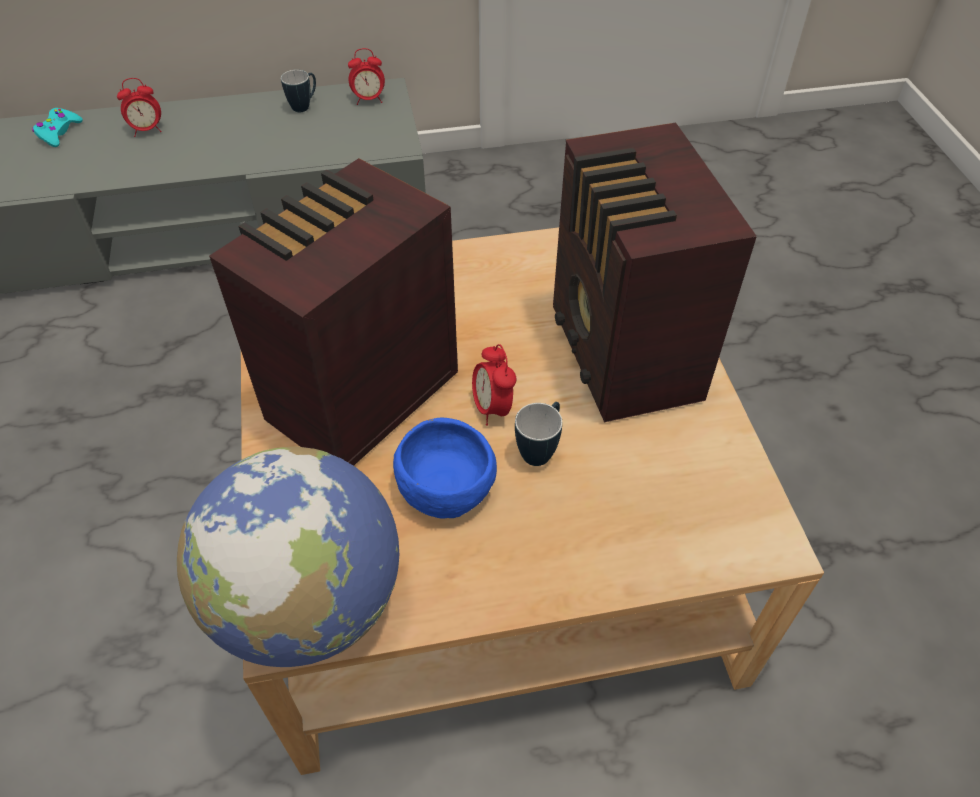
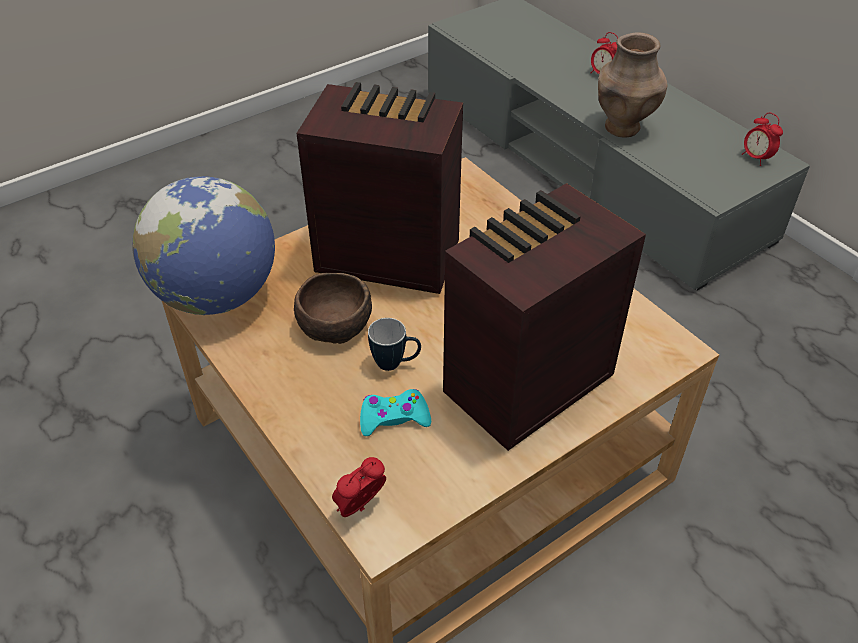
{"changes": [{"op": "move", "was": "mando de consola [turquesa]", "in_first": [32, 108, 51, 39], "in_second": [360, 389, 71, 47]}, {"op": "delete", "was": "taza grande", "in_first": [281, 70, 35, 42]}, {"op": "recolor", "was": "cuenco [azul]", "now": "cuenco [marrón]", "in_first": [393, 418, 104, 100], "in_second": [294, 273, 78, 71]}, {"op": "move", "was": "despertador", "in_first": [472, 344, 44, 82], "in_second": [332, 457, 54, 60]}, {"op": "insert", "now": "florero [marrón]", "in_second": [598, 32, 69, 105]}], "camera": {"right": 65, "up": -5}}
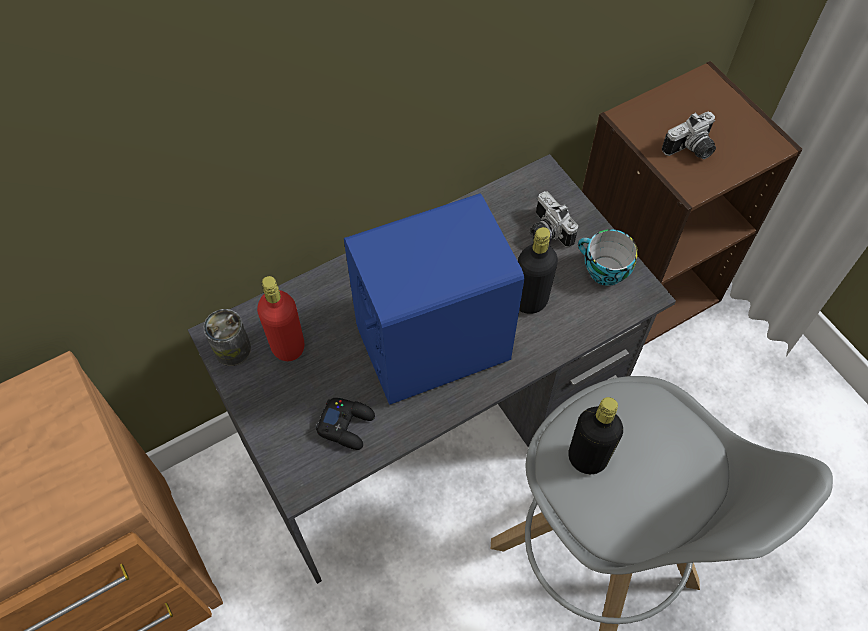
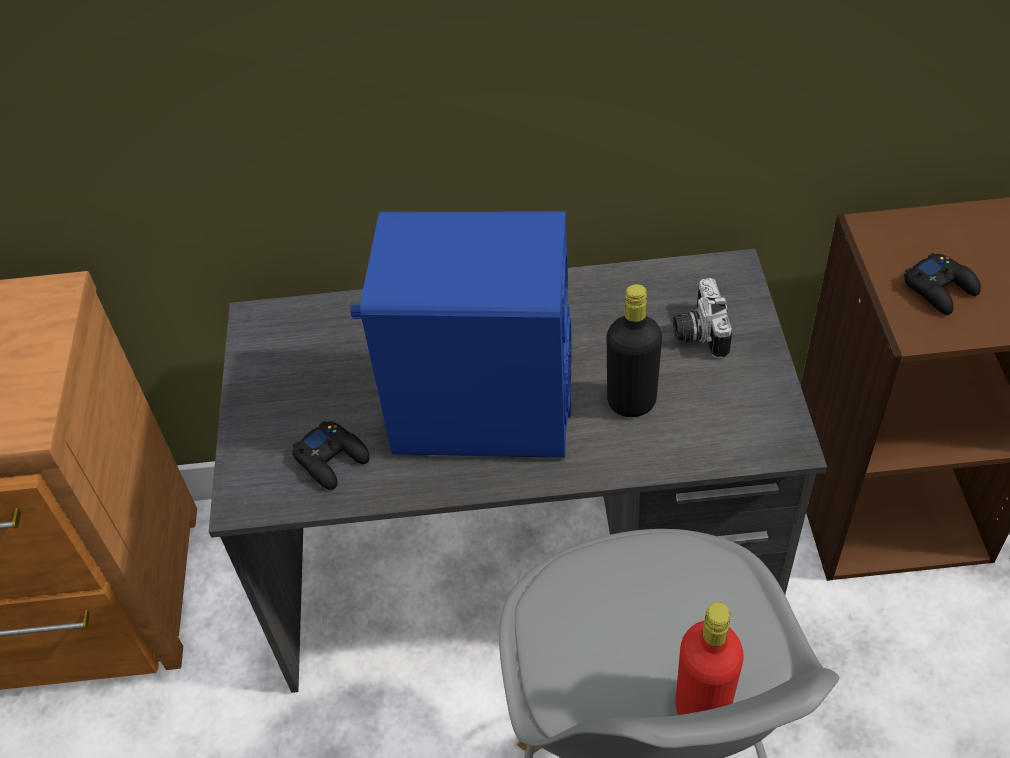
{"changes": [{"op": "delete", "was": "lata", "in_first": [203, 309, 48, 57]}, {"op": "move", "was": "botella [rojo]", "in_first": [257, 276, 48, 85], "in_second": [676, 602, 68, 113]}, {"op": "delete", "was": "botella [negro]", "in_first": [568, 397, 55, 77]}, {"op": "delete", "was": "taza", "in_first": [578, 229, 60, 57]}, {"op": "replace", "was": "cámara", "now": "mando de consola [negro]", "in_first": [662, 111, 54, 48], "in_second": [904, 253, 77, 62]}], "camera": {"right": 30, "up": -10}}
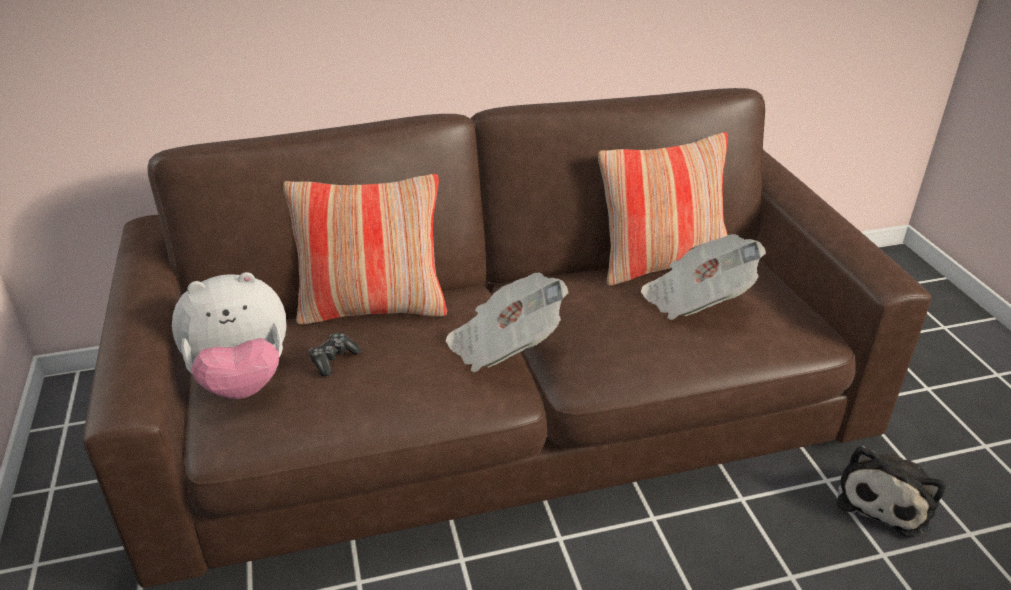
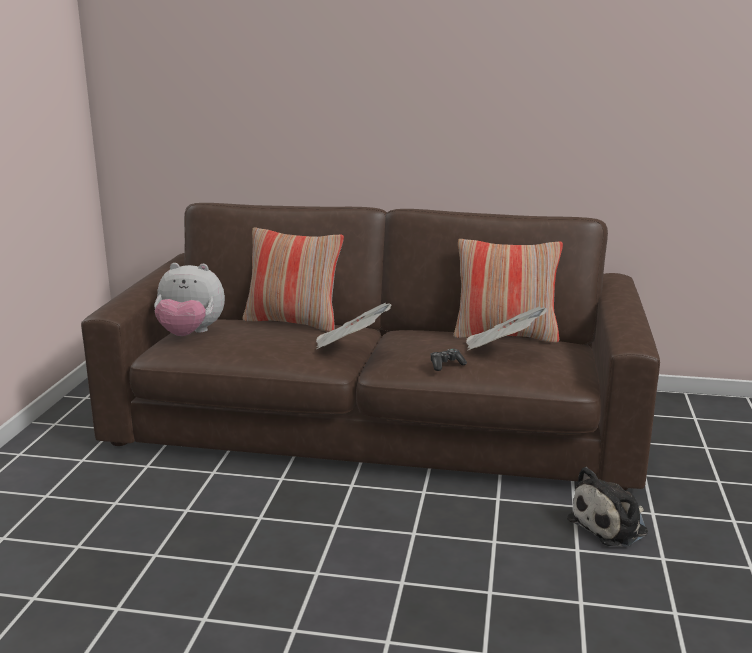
{"changes": [{"op": "move", "was": "mando de consola", "in_first": [309, 332, 52, 45], "in_second": [431, 349, 36, 22]}], "camera": {"right": 25, "up": -15}}
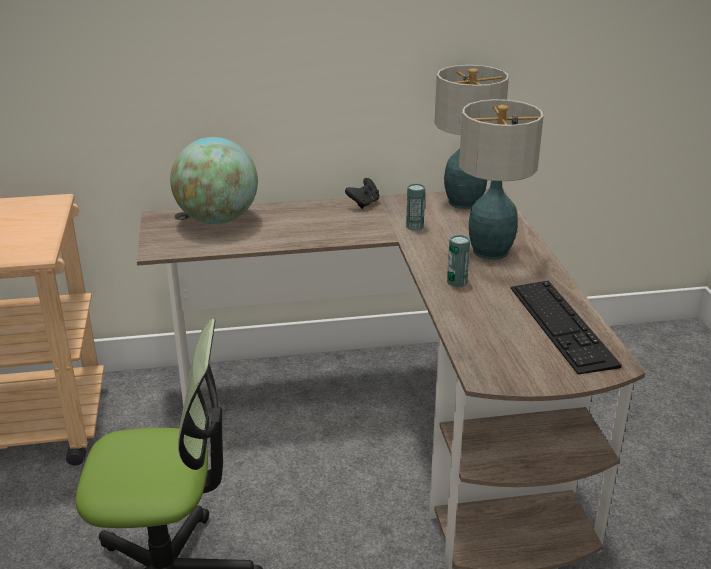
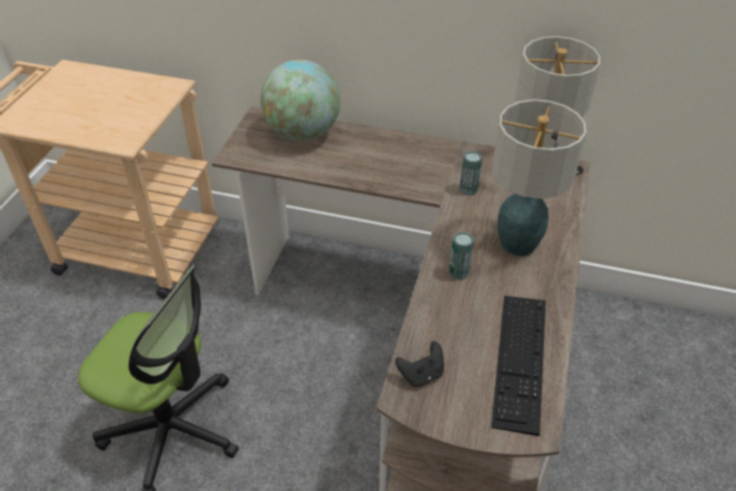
{"changes": [{"op": "move", "was": "mando de consola [negro]", "in_first": [345, 178, 34, 31], "in_second": [395, 341, 49, 46]}], "camera": {"right": 25, "up": 15}}
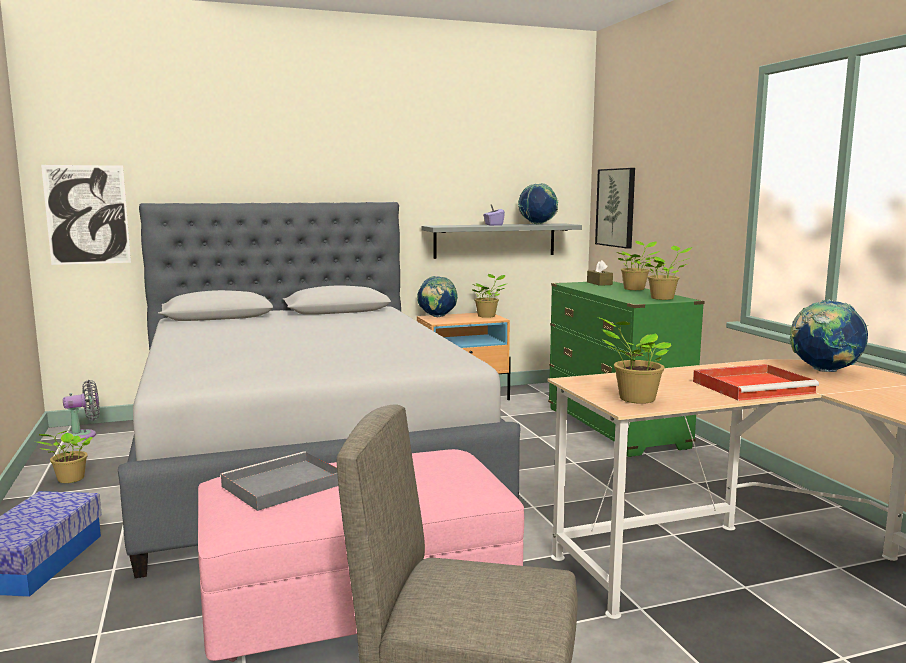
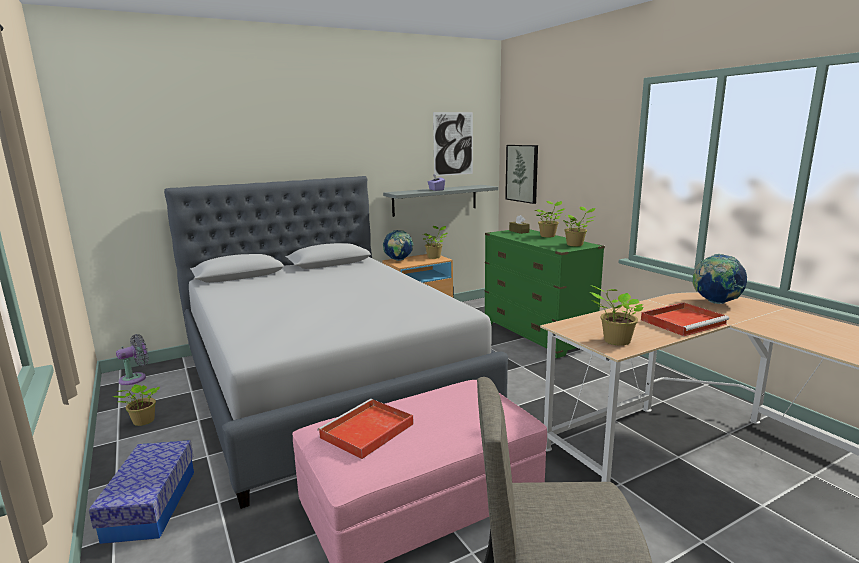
{"changes": [{"op": "move", "was": "cuadro", "in_first": [41, 165, 90, 100], "in_second": [433, 112, 40, 64]}, {"op": "recolor", "was": "bandeja [gris]", "now": "bandeja [rojo]", "in_first": [220, 451, 118, 60], "in_second": [318, 399, 96, 60]}, {"op": "delete", "was": "globo terráqueo", "in_first": [518, 183, 40, 41]}], "camera": {"right": -10, "up": 5}}
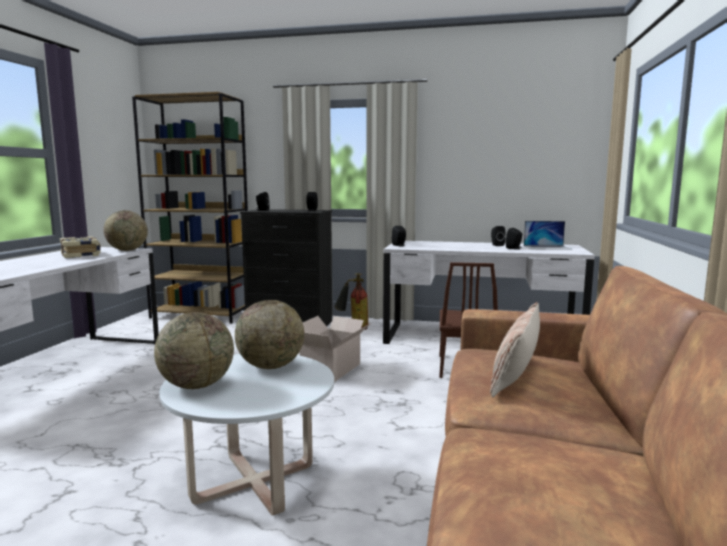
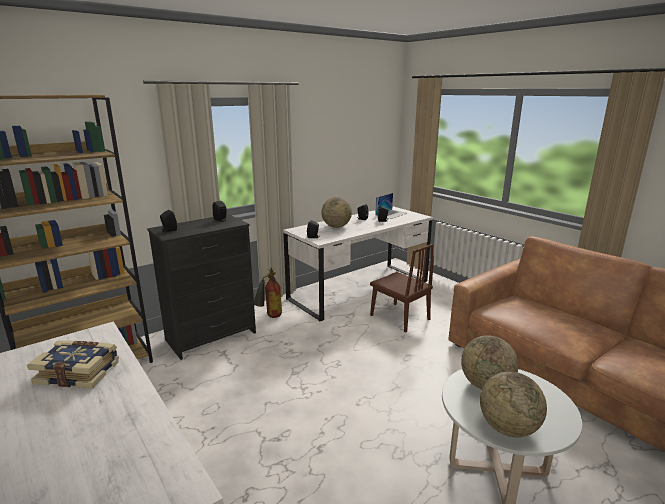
{"changes": [{"op": "move", "was": "globo terráqueo", "in_first": [103, 210, 45, 41], "in_second": [321, 197, 31, 31]}, {"op": "delete", "was": "caja de cartón", "in_first": [299, 316, 72, 66]}, {"op": "delete", "was": "cojín", "in_first": [490, 302, 50, 95]}], "camera": {"right": -50, "up": 10}}
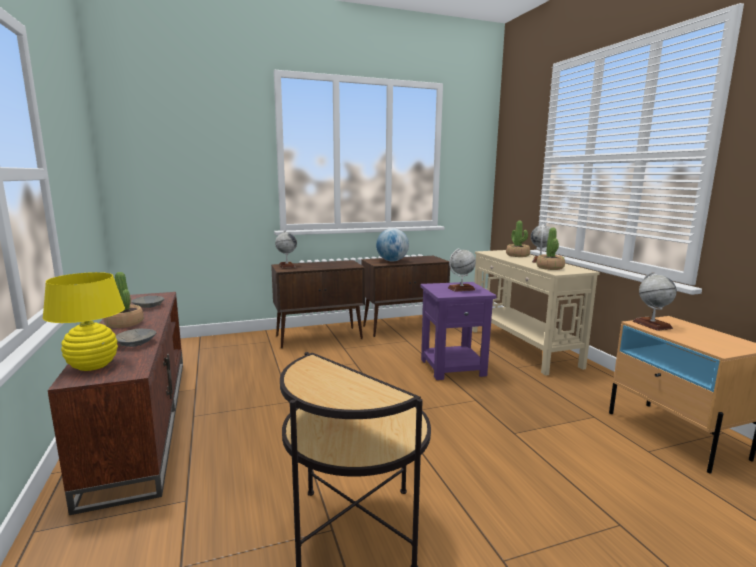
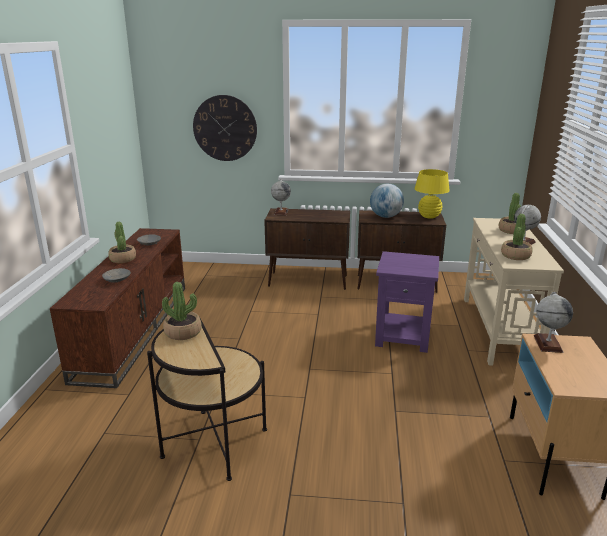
{"changes": [{"op": "move", "was": "lámpara de mesa [amarillo]", "in_first": [43, 272, 82, 99], "in_second": [414, 169, 36, 50]}, {"op": "delete", "was": "globo terráqueo", "in_first": [448, 248, 28, 44]}, {"op": "insert", "now": "planta en maceta", "in_second": [162, 282, 40, 58]}, {"op": "insert", "now": "reloj de pared", "in_second": [193, 95, 64, 66]}], "camera": {"right": 25, "up": 10}}
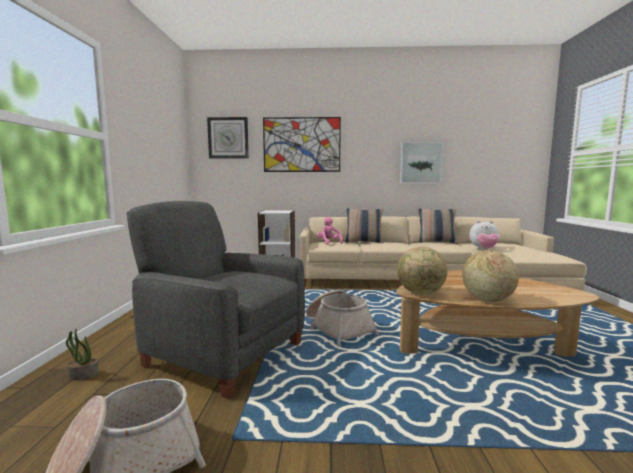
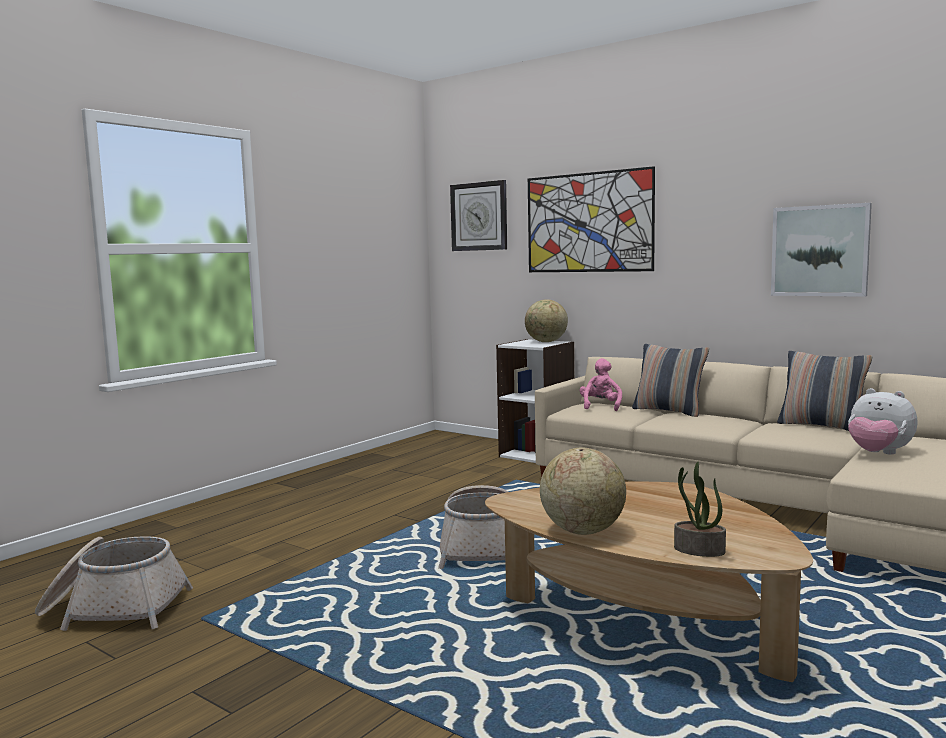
{"changes": [{"op": "move", "was": "planta en maceta", "in_first": [66, 328, 33, 52], "in_second": [674, 462, 52, 95]}, {"op": "delete", "was": "sillón [gris]", "in_first": [127, 201, 178, 198]}, {"op": "move", "was": "globo terráqueo", "in_first": [397, 247, 51, 47], "in_second": [525, 299, 43, 43]}], "camera": {"right": 35, "up": 0}}
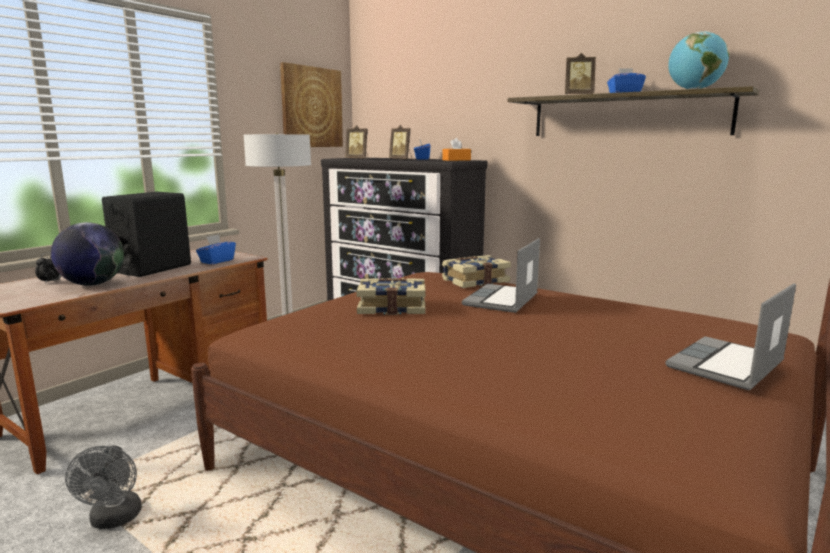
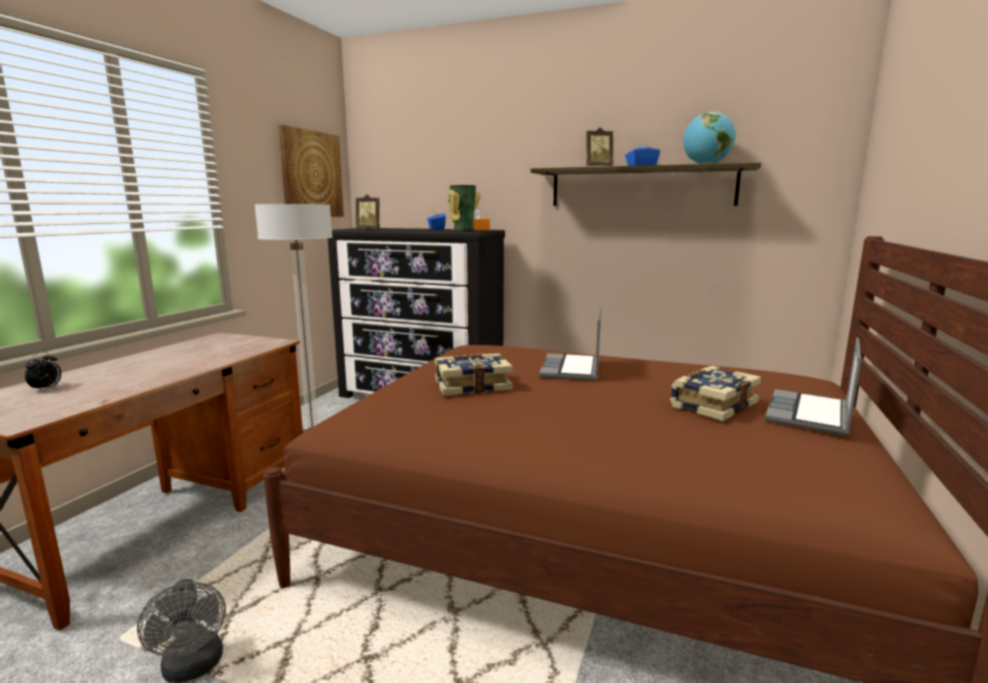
{"changes": [{"op": "delete", "was": "globo terráqueo", "in_first": [51, 222, 73, 64]}, {"op": "delete", "was": "altavoz [negro]", "in_first": [102, 192, 89, 85]}, {"op": "delete", "was": "caja de pañuelos [azul]", "in_first": [196, 234, 40, 30]}, {"op": "delete", "was": "portarretratos", "in_first": [389, 125, 23, 35]}, {"op": "move", "was": "libro", "in_first": [442, 255, 69, 33], "in_second": [670, 366, 91, 55]}, {"op": "insert", "now": "florero", "in_second": [448, 185, 33, 47]}], "camera": {"right": -15, "up": 0}}
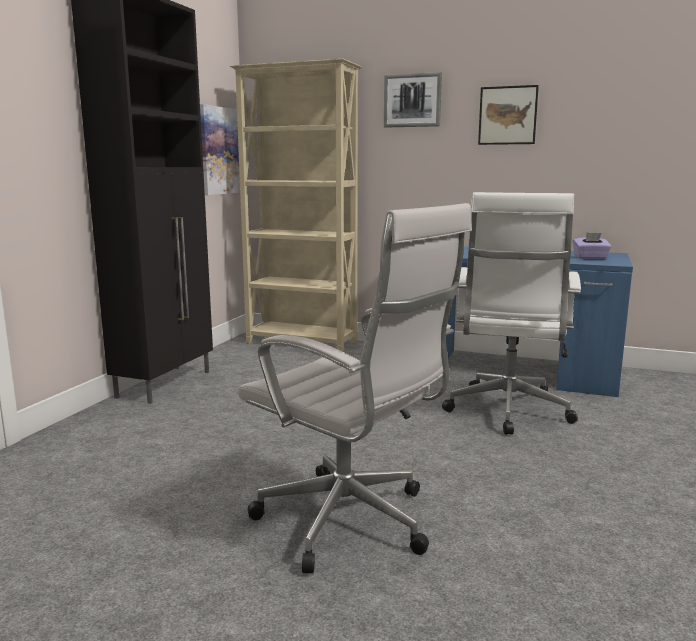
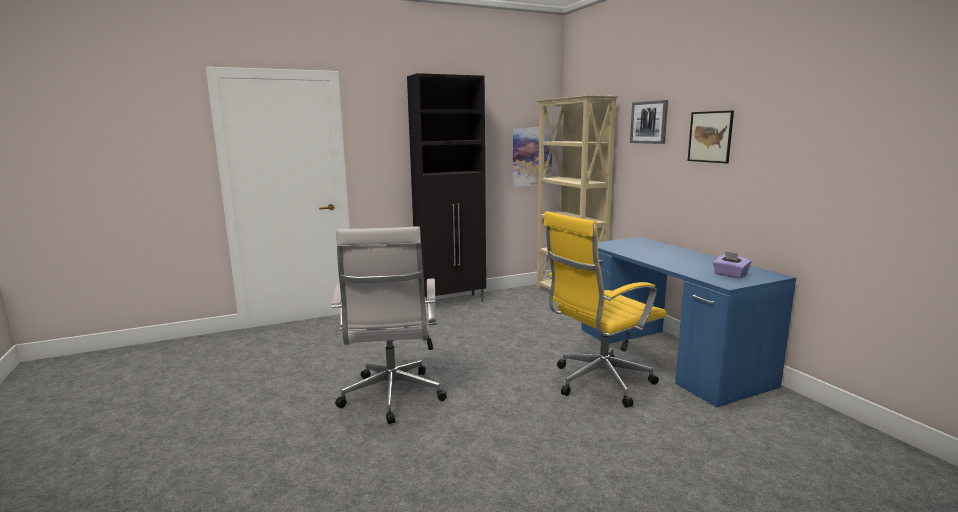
{"changes": [{"op": "recolor", "was": "silla de oficina [blanco]", "now": "silla de oficina [amarillo]", "in_first": [442, 192, 139, 243], "in_second": [543, 211, 124, 197]}], "camera": {"right": 45, "up": 0}}
